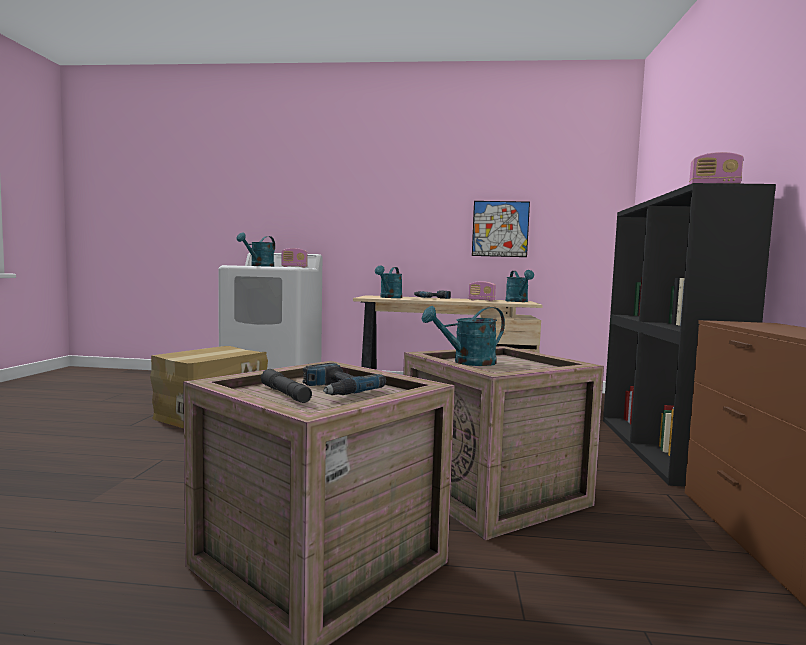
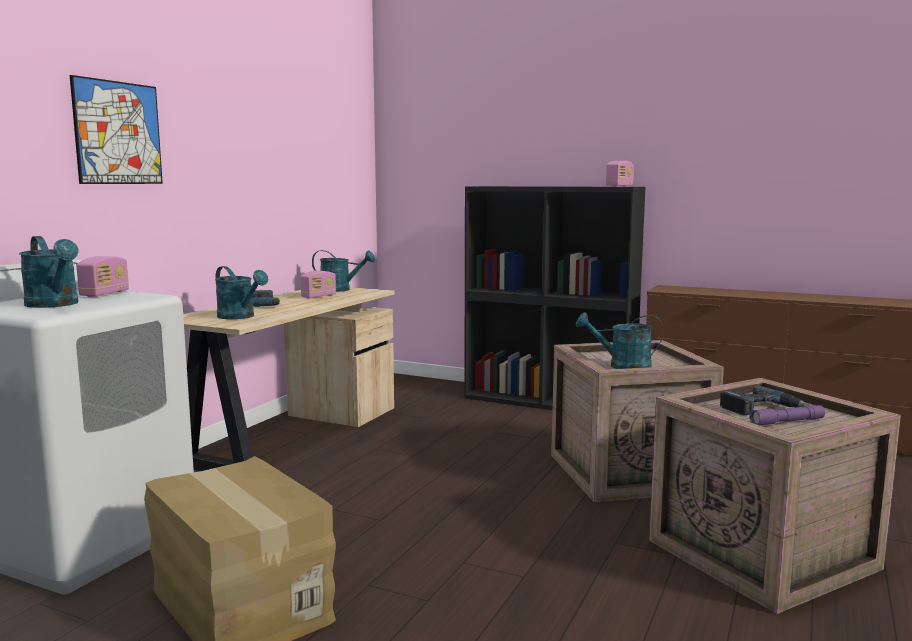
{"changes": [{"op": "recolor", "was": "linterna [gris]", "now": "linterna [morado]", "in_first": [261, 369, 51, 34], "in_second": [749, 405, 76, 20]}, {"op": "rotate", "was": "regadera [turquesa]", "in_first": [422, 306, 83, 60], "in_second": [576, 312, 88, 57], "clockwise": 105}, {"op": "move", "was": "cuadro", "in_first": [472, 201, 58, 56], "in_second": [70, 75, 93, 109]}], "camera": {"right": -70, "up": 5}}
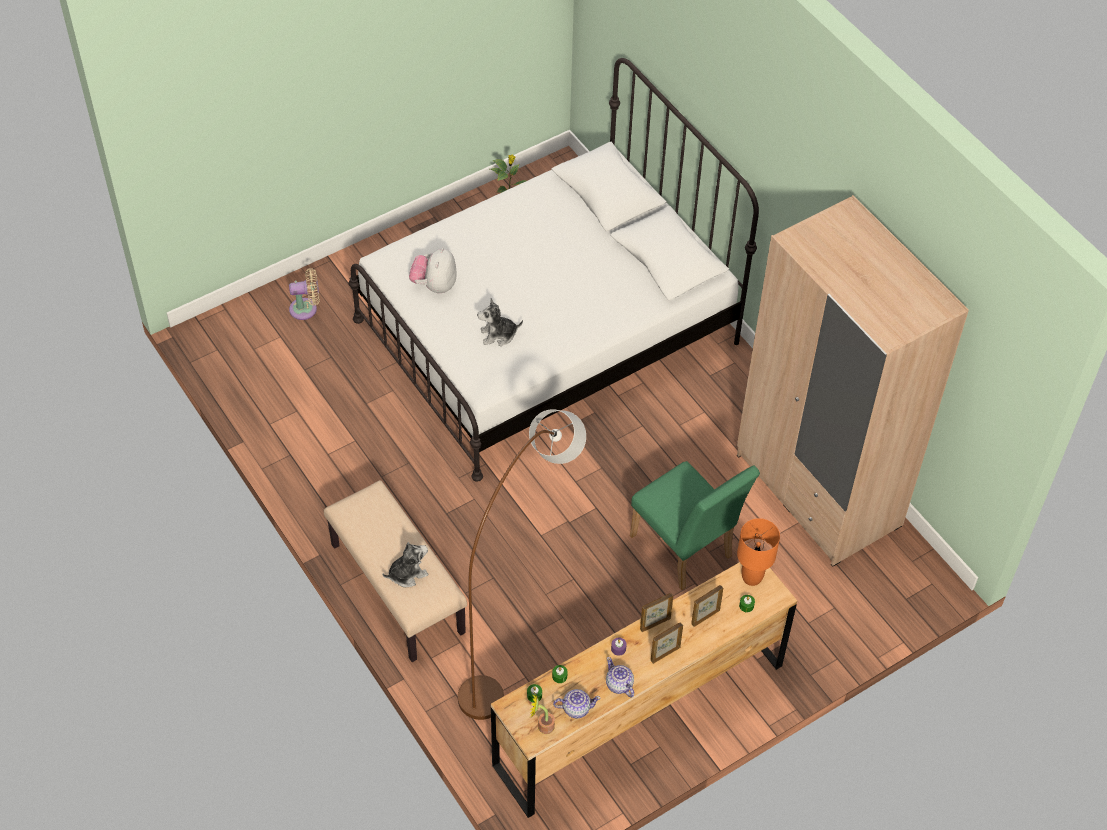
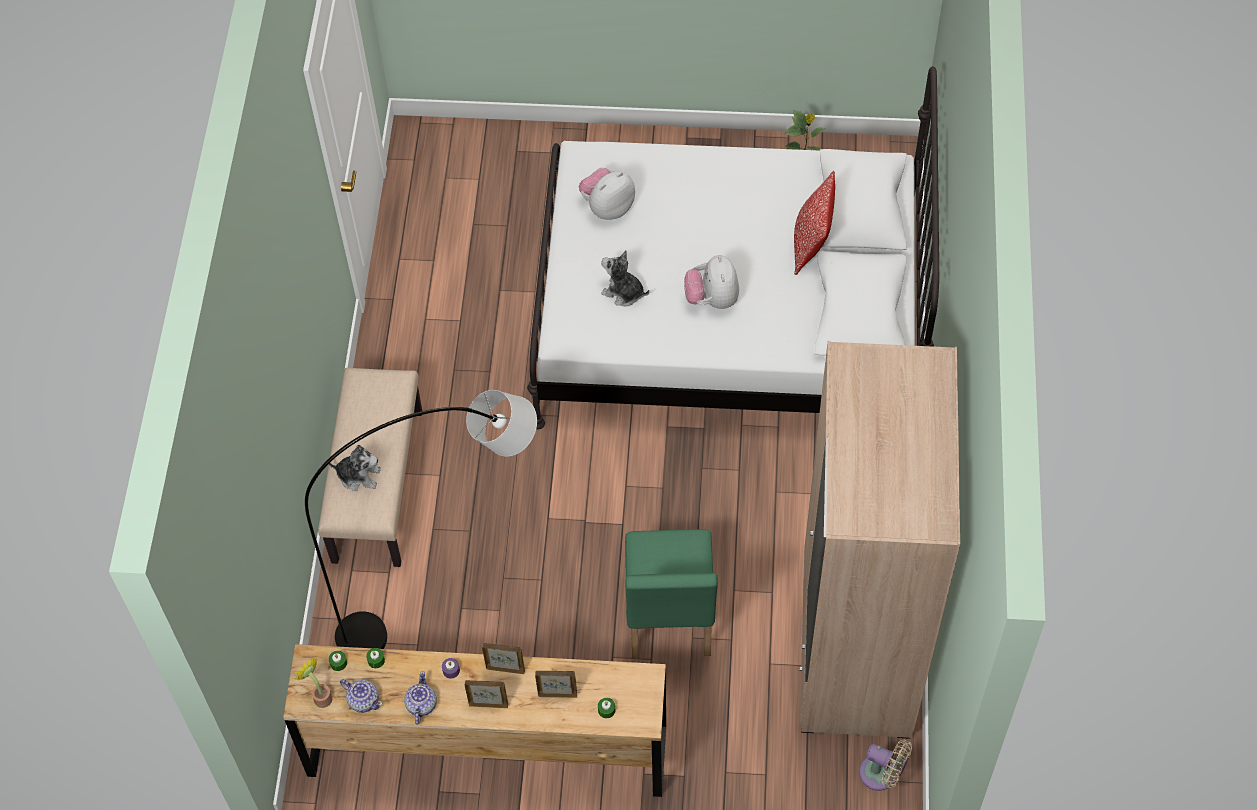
{"changes": [{"op": "move", "was": "ventilador [beis]", "in_first": [289, 268, 30, 52], "in_second": [859, 740, 53, 51]}, {"op": "recolor", "was": "lámpara de pie [marrón]", "now": "lámpara de pie [gris]", "in_first": [458, 409, 128, 311], "in_second": [305, 390, 232, 259]}, {"op": "delete", "was": "lámpara de mesa [naranja]", "in_first": [737, 518, 43, 68]}, {"op": "insert", "now": "peluche", "in_second": [684, 255, 55, 54]}, {"op": "insert", "now": "cojín", "in_second": [794, 171, 41, 104]}], "camera": {"right": 40, "up": 5}}
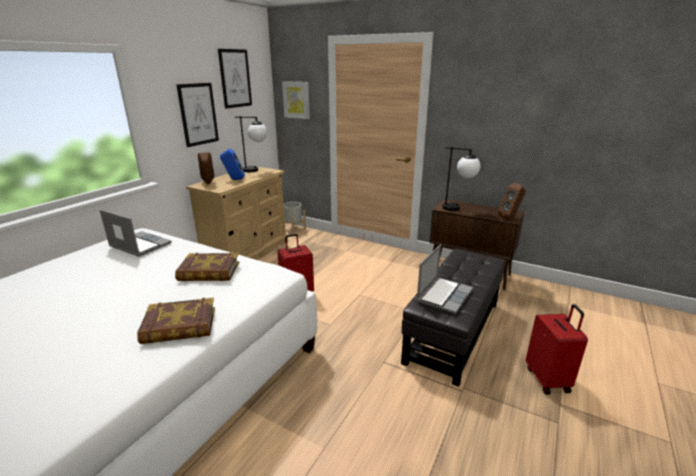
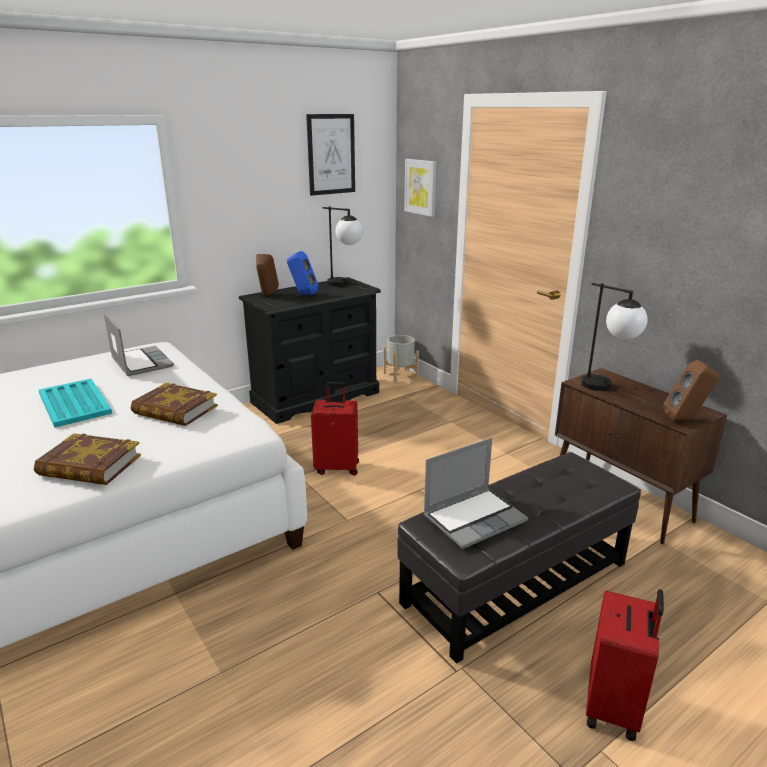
{"changes": [{"op": "delete", "was": "cuadro", "in_first": [176, 83, 43, 64]}, {"op": "recolor", "was": "cómoda [beis]", "now": "cómoda [negro]", "in_first": [186, 167, 102, 93], "in_second": [239, 277, 142, 147]}, {"op": "insert", "now": "bandeja [turquesa]", "in_second": [39, 379, 73, 49]}], "camera": {"right": 25, "up": 0}}
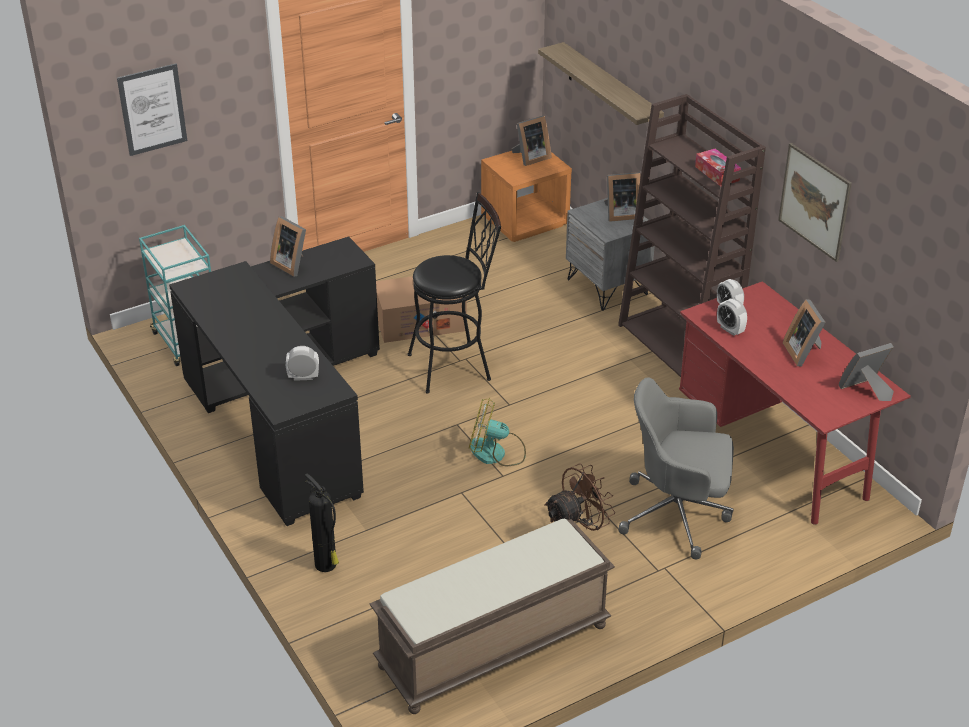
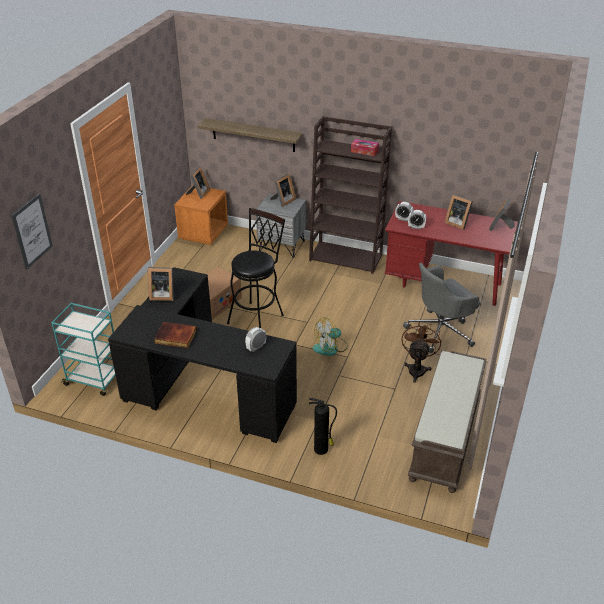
{"changes": [{"op": "delete", "was": "cuadro", "in_first": [778, 143, 74, 119]}, {"op": "insert", "now": "libro", "in_second": [154, 322, 43, 26]}], "camera": {"right": -40, "up": 0}}
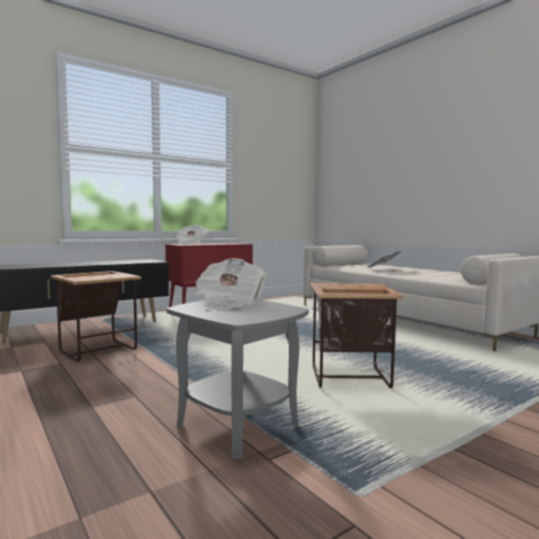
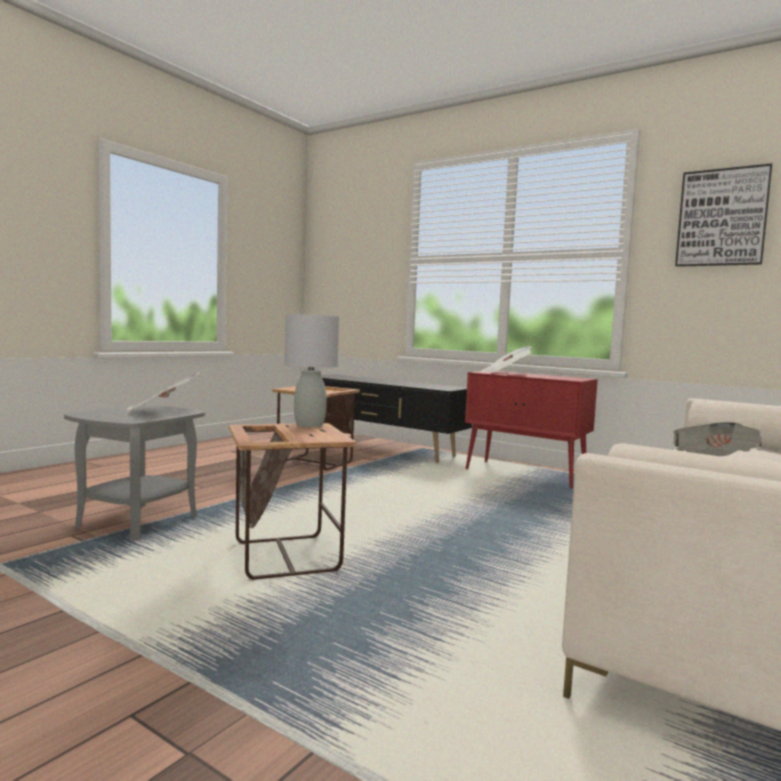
{"changes": [{"op": "insert", "now": "lámpara de mesa [gris]", "in_second": [285, 314, 54, 114]}, {"op": "insert", "now": "cuadro", "in_second": [675, 163, 97, 104]}], "camera": {"right": 70, "up": 0}}
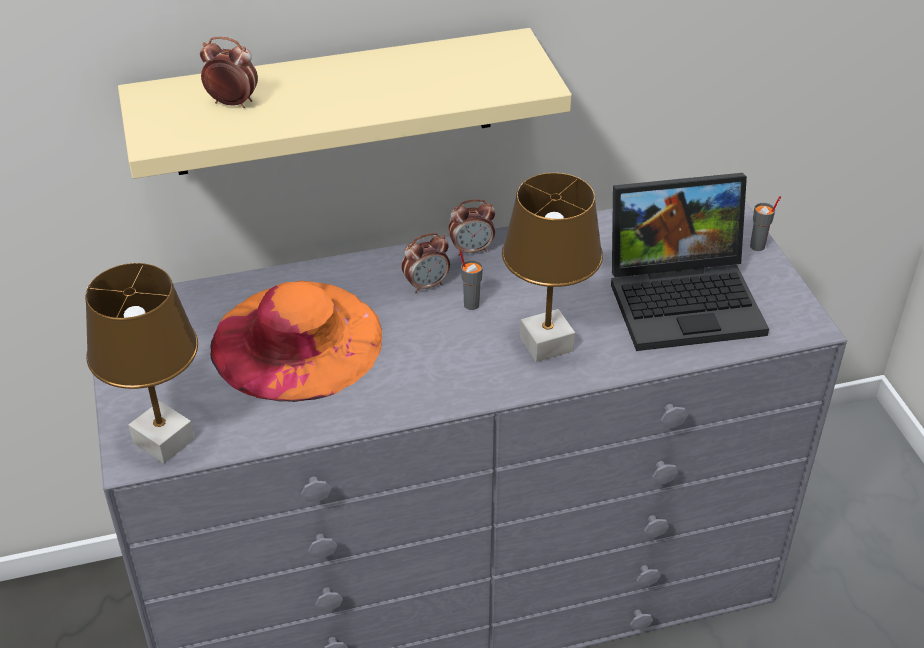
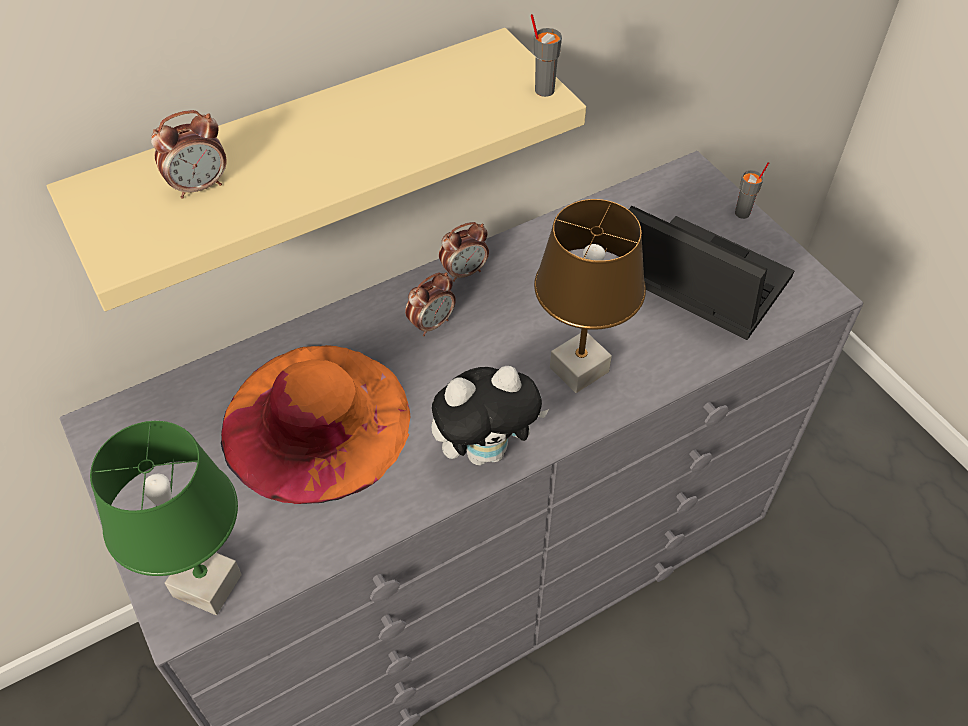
{"changes": [{"op": "recolor", "was": "lámpara de mesa [marrón]", "now": "lámpara de mesa [verde]", "in_first": [85, 263, 113, 201], "in_second": [90, 421, 152, 194]}, {"op": "rotate", "was": "despertador", "in_first": [200, 37, 58, 71], "in_second": [151, 110, 76, 89], "clockwise": 150}, {"op": "move", "was": "taza [gris]", "in_first": [459, 249, 24, 61], "in_second": [531, 14, 31, 83]}, {"op": "rotate", "was": "portátil", "in_first": [611, 173, 158, 178], "in_second": [629, 206, 166, 134], "clockwise": -120}, {"op": "insert", "now": "peluche", "in_second": [431, 366, 118, 99]}], "camera": {"right": -15, "up": 10}}
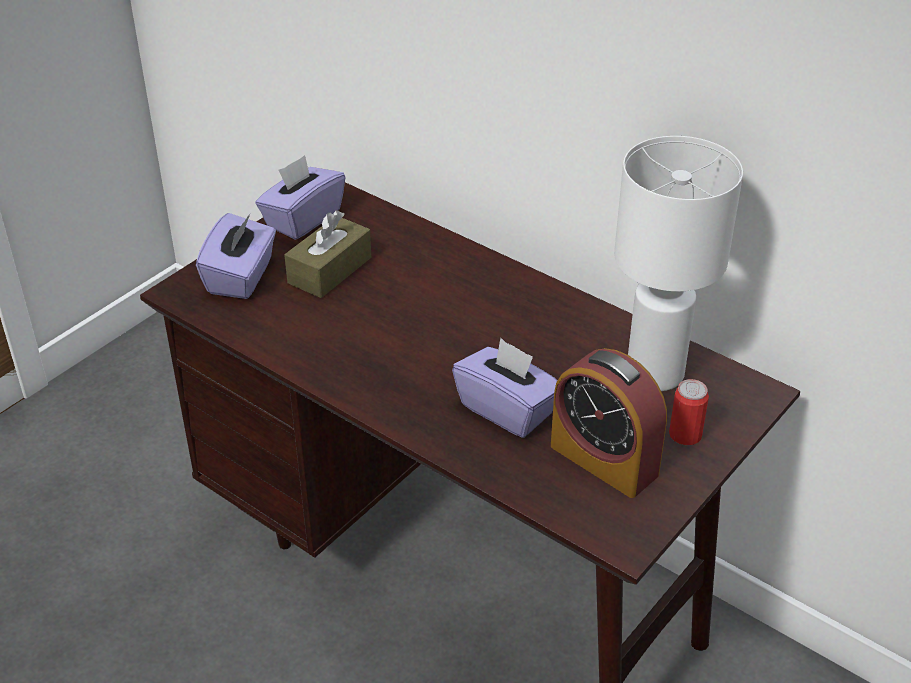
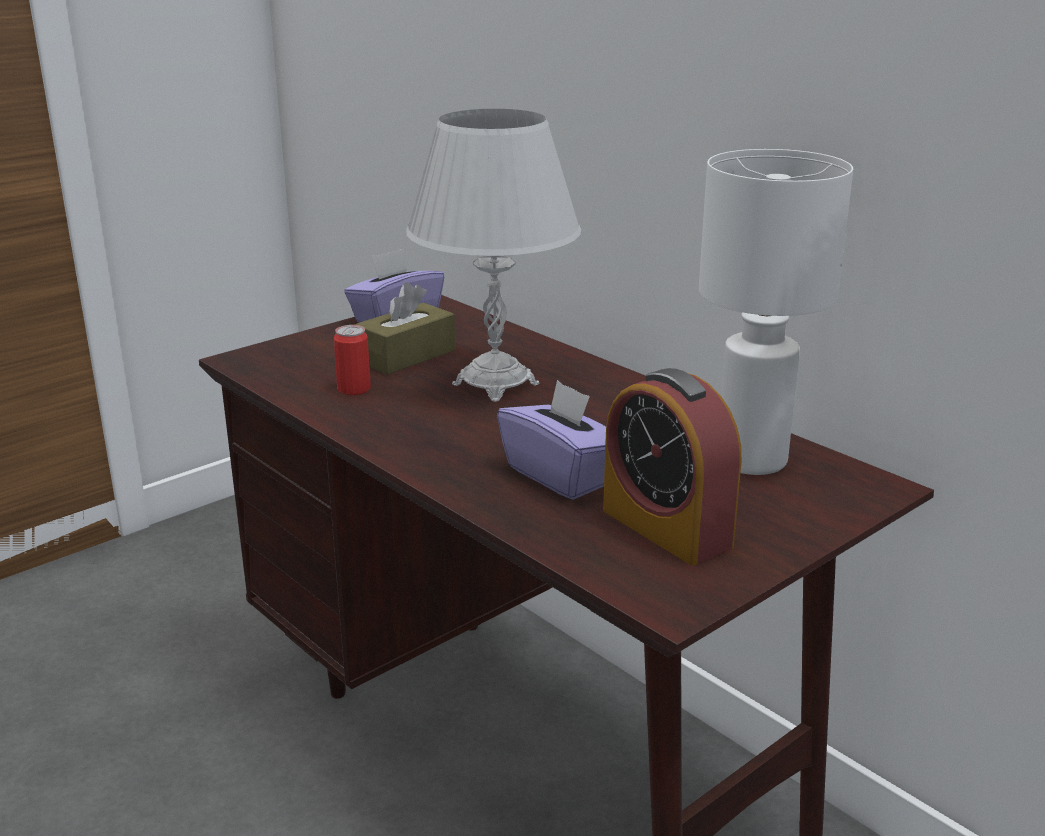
{"changes": [{"op": "delete", "was": "caja de pañuelos [morado]", "in_first": [196, 213, 80, 86]}, {"op": "move", "was": "lata", "in_first": [669, 379, 40, 66], "in_second": [334, 325, 37, 70]}, {"op": "insert", "now": "lámpara de mesa [blanco]", "in_second": [406, 109, 175, 293]}], "camera": {"right": 10, "up": -15}}
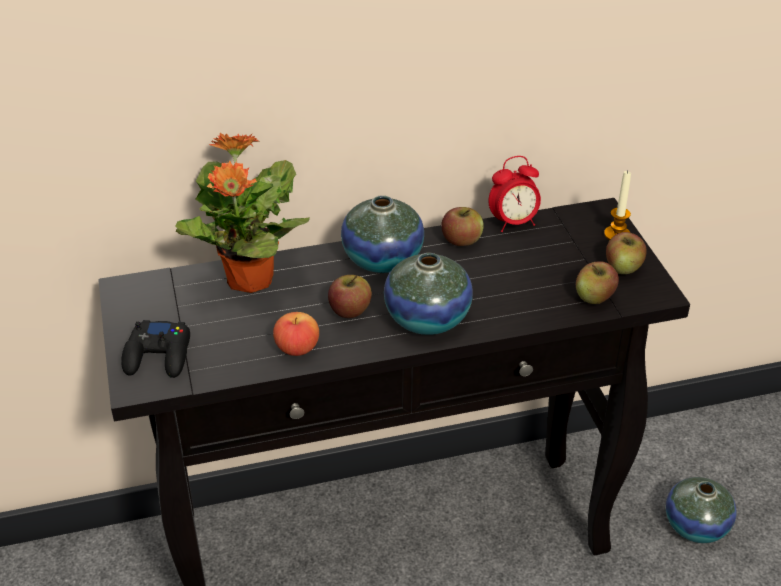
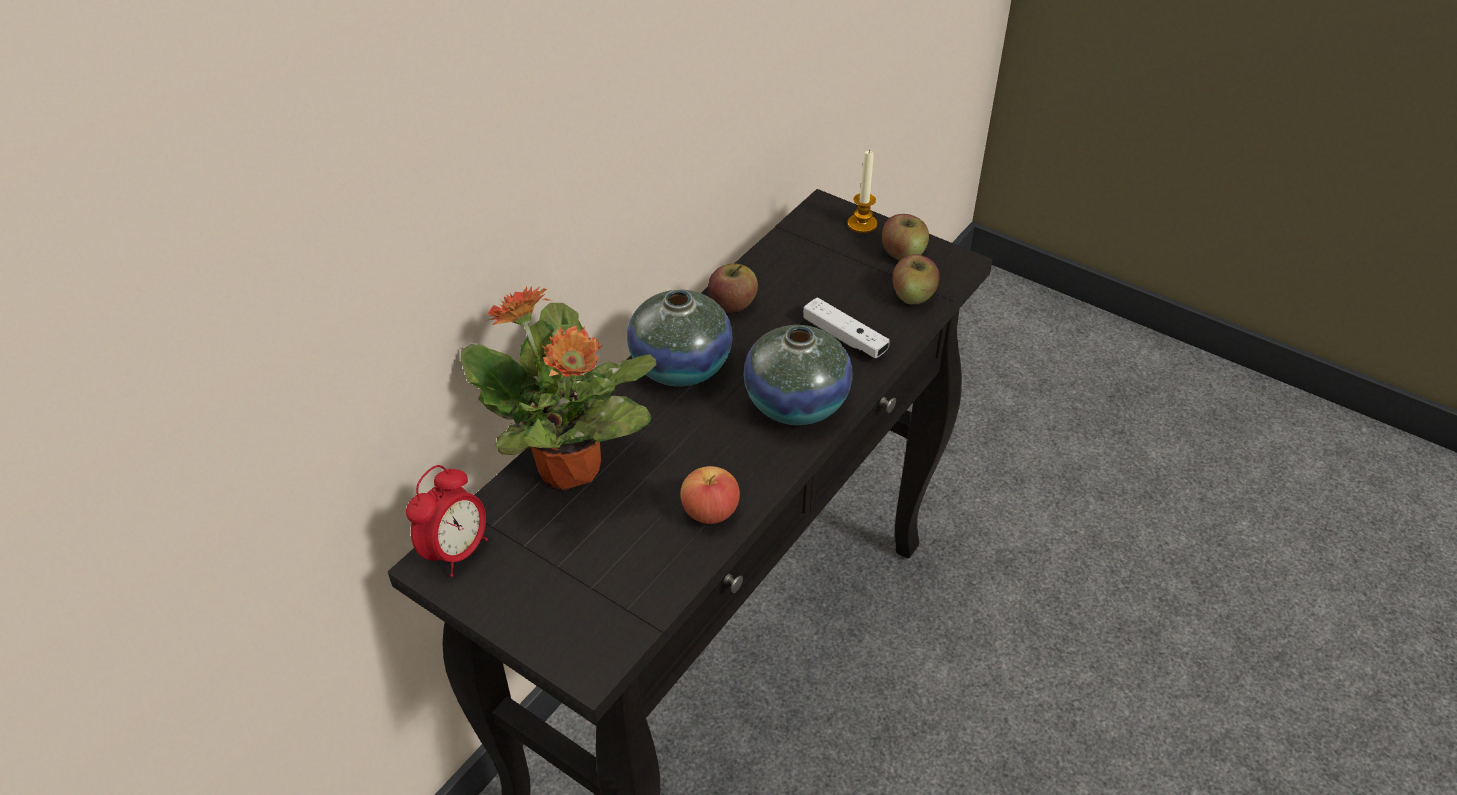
{"changes": [{"op": "delete", "was": "mando de consola [negro]", "in_first": [121, 320, 69, 58]}, {"op": "delete", "was": "manzana", "in_first": [328, 275, 44, 43]}, {"op": "move", "was": "despertador", "in_first": [488, 156, 53, 76], "in_second": [406, 465, 82, 112]}, {"op": "delete", "was": "florero", "in_first": [666, 477, 71, 66]}, {"op": "insert", "now": "mando de consola [blanco]", "in_second": [803, 297, 87, 61]}], "camera": {"right": -40, "up": 5}}
